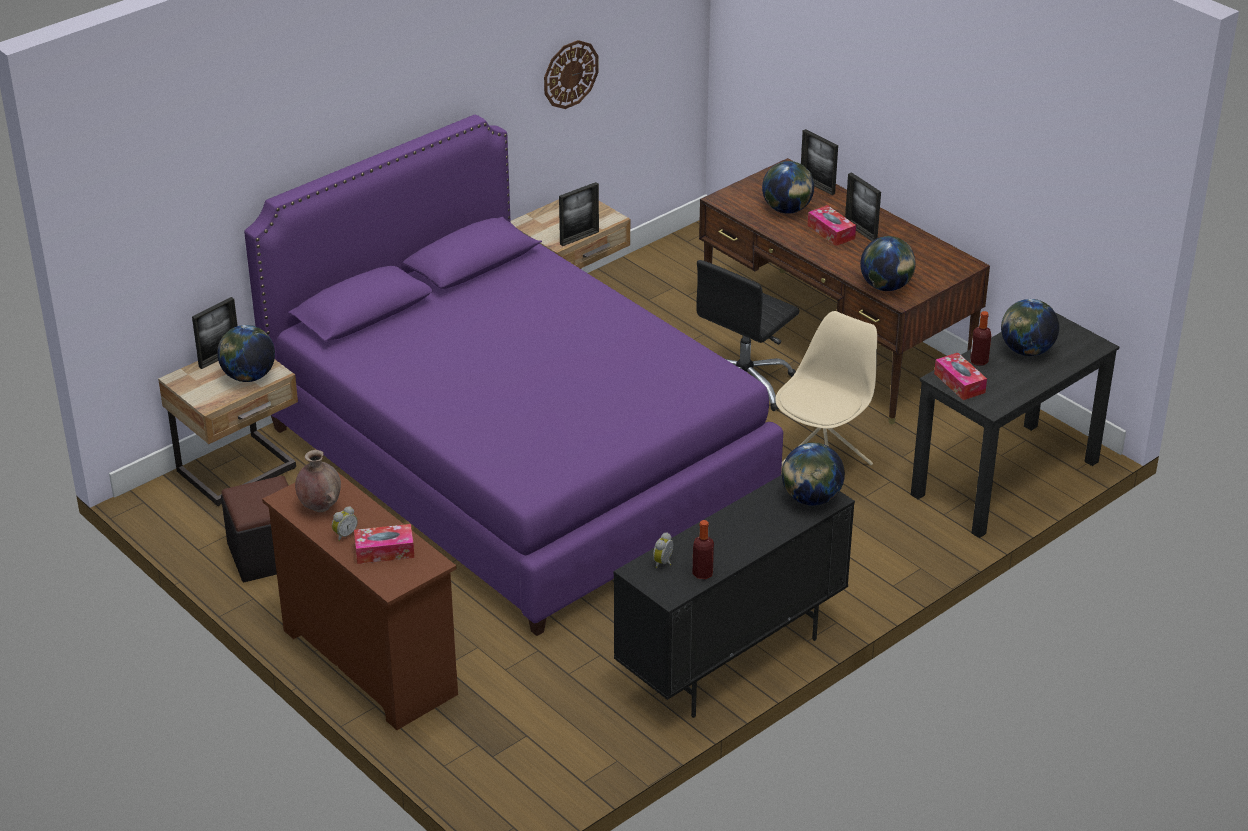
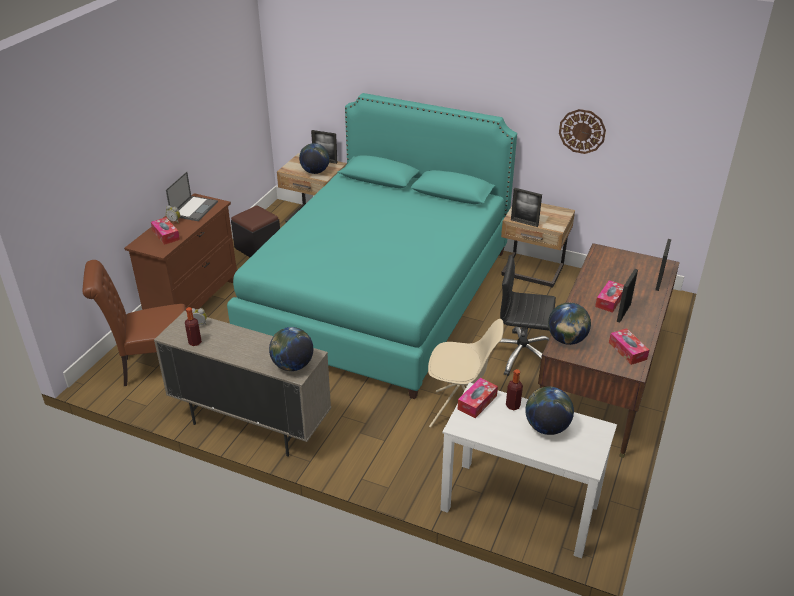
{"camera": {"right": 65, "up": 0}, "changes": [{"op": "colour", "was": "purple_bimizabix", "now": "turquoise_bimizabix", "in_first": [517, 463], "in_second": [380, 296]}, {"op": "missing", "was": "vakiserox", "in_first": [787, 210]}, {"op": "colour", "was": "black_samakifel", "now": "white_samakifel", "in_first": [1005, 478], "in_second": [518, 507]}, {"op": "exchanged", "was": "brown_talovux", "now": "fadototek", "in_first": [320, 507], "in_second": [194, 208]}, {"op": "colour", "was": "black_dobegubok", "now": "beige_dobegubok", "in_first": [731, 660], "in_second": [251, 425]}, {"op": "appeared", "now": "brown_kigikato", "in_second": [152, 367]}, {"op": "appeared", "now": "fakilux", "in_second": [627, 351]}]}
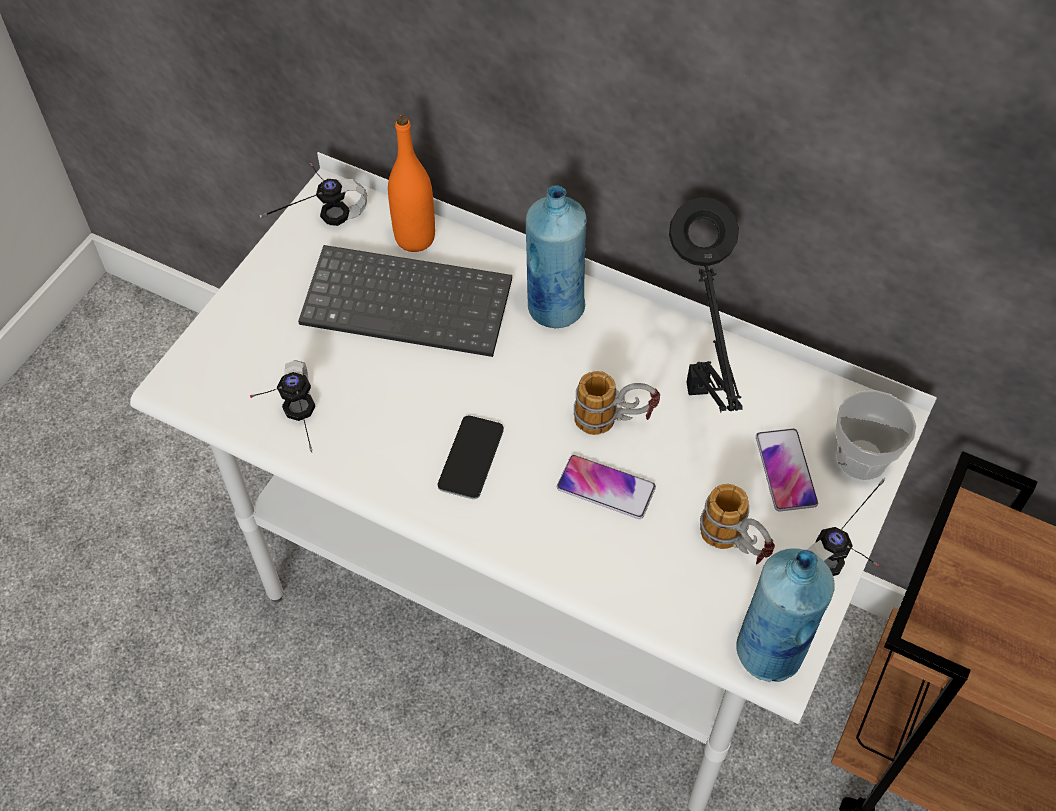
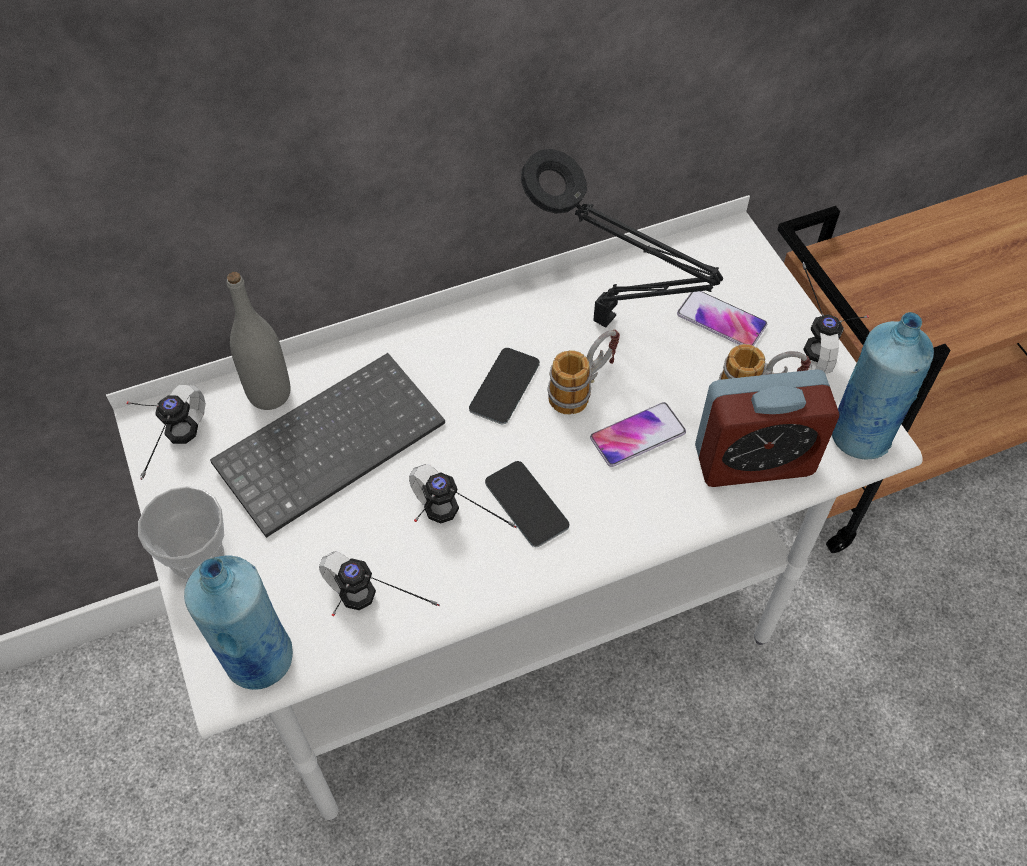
{"camera": {"right": -50, "up": 0}, "changes": [{"op": "colour", "was": "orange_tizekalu", "now": "grey_tizekalu", "in_first": [415, 238], "in_second": [269, 394]}, {"op": "relocated", "was": "blue_tizekalu", "in_first": [555, 308], "in_second": [258, 659]}, {"op": "relocated", "was": "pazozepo", "in_first": [861, 458], "in_second": [197, 556]}, {"op": "appeared", "now": "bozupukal", "in_second": [504, 386]}, {"op": "appeared", "now": "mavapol", "in_second": [753, 461]}, {"op": "appeared", "now": "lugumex", "in_second": [449, 533]}]}
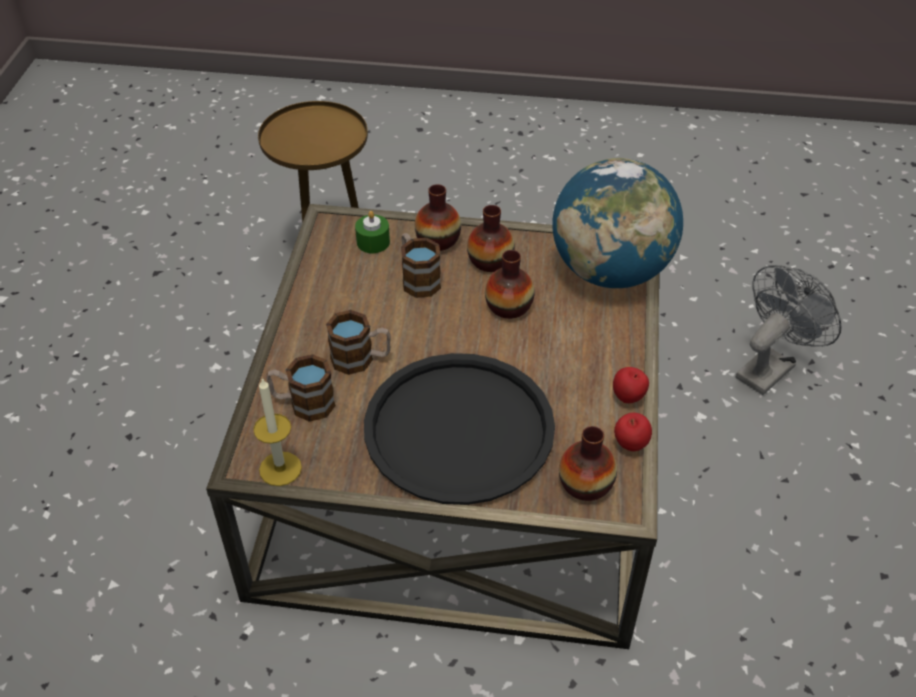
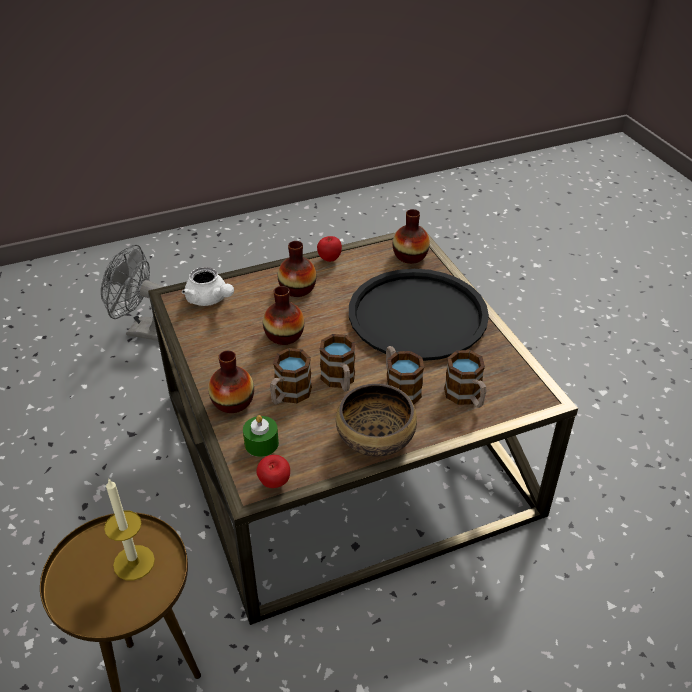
{"camera": {"right": -120, "up": -5}, "changes": [{"op": "exchanged", "was": "vakiserox", "now": "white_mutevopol", "in_first": [610, 271], "in_second": [209, 299]}, {"op": "relocated", "was": "talovux", "in_first": [490, 261], "in_second": [297, 289]}, {"op": "relocated", "was": "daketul", "in_first": [280, 468], "in_second": [134, 562]}, {"op": "relocated", "was": "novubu", "in_first": [630, 444], "in_second": [274, 484]}, {"op": "appeared", "now": "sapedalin", "in_second": [340, 381]}, {"op": "appeared", "now": "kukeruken", "in_second": [376, 437]}]}
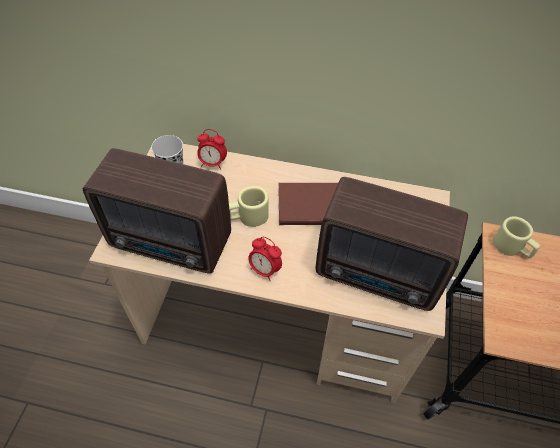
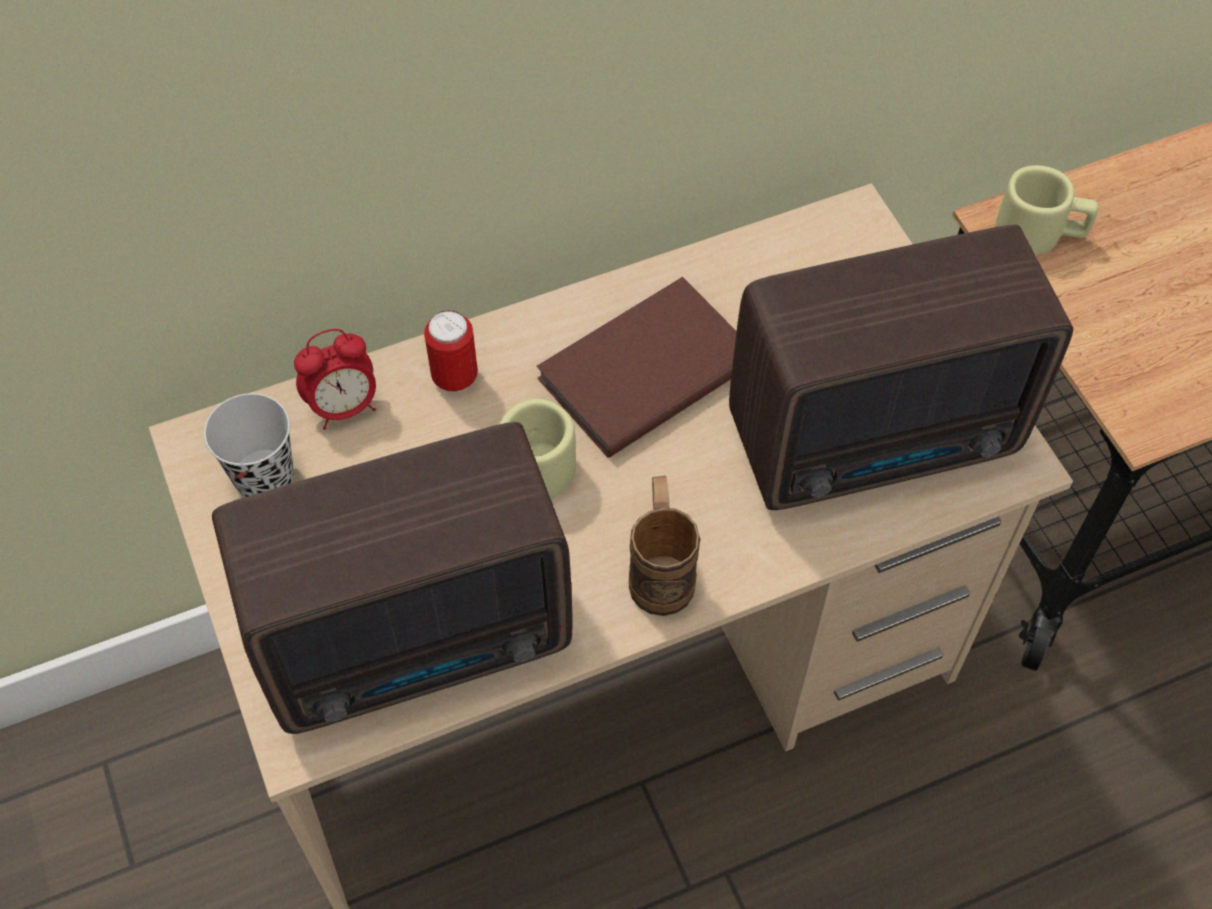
{"camera": {"right": -35, "up": 5}, "changes": [{"op": "exchanged", "was": "mavapol", "now": "brown_sapedalin", "in_first": [264, 270], "in_second": [661, 570]}, {"op": "appeared", "now": "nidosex", "in_second": [455, 377]}]}
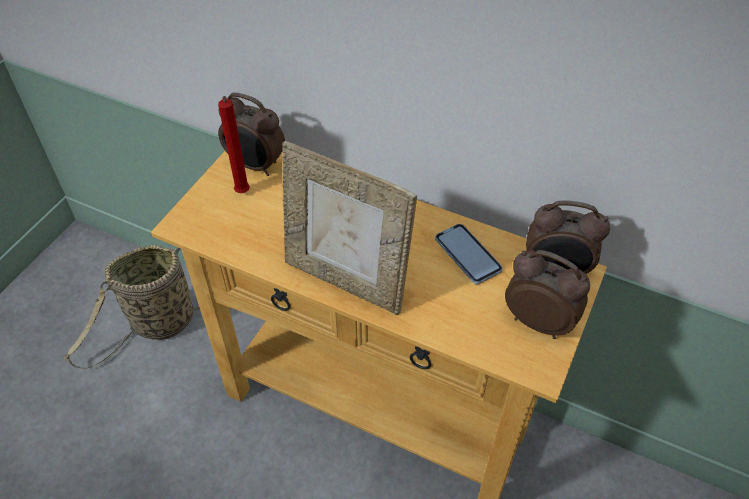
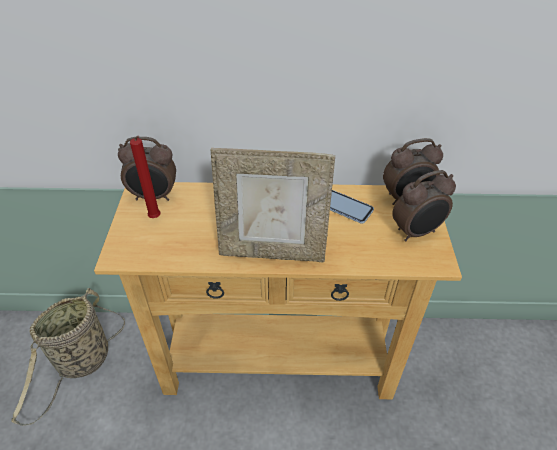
{"camera": {"right": -25, "up": -5}, "changes": [{"op": "spun", "was": "mavapol", "in_first": [538, 321], "in_second": [417, 232], "clockwise": 150}]}
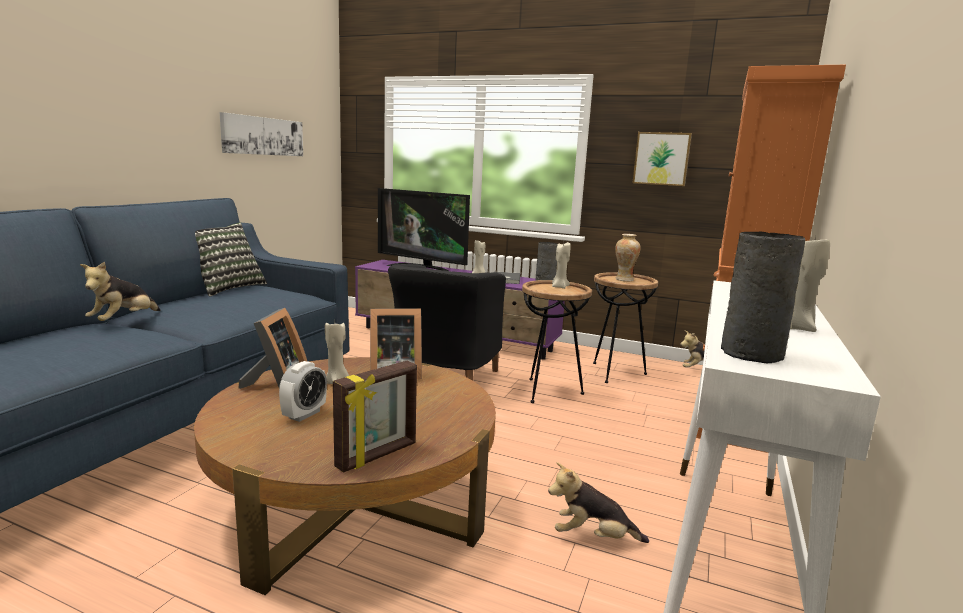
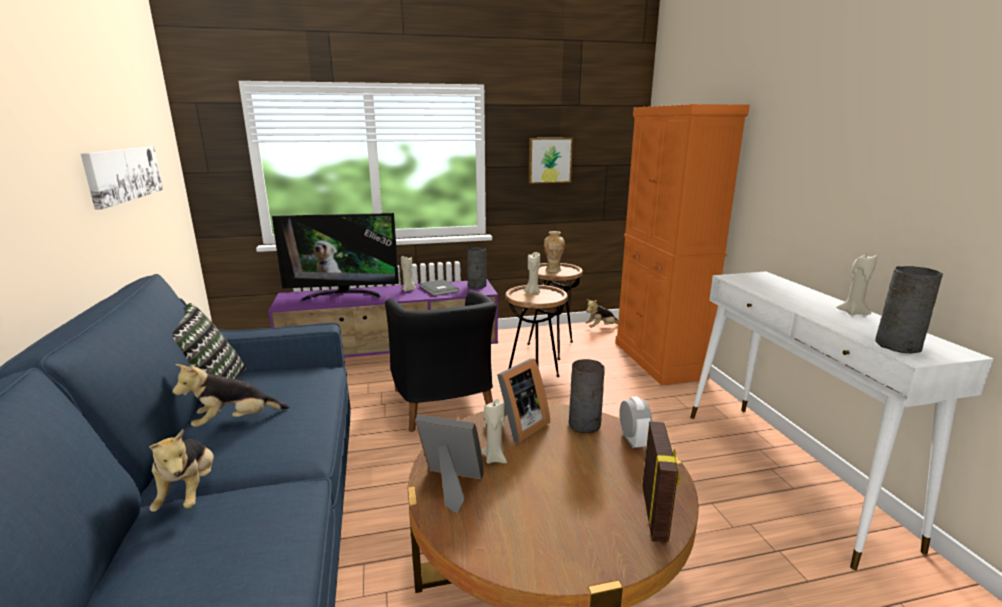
{"camera": {"right": -35, "up": 5}, "changes": [{"op": "spun", "was": "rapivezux", "in_first": [277, 384], "in_second": [451, 486], "clockwise": -45}, {"op": "relocated", "was": "mavapol", "in_first": [304, 414], "in_second": [633, 440]}, {"op": "relocated", "was": "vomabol", "in_first": [593, 537], "in_second": [235, 421]}, {"op": "appeared", "now": "grey_talovux", "in_second": [585, 425]}]}
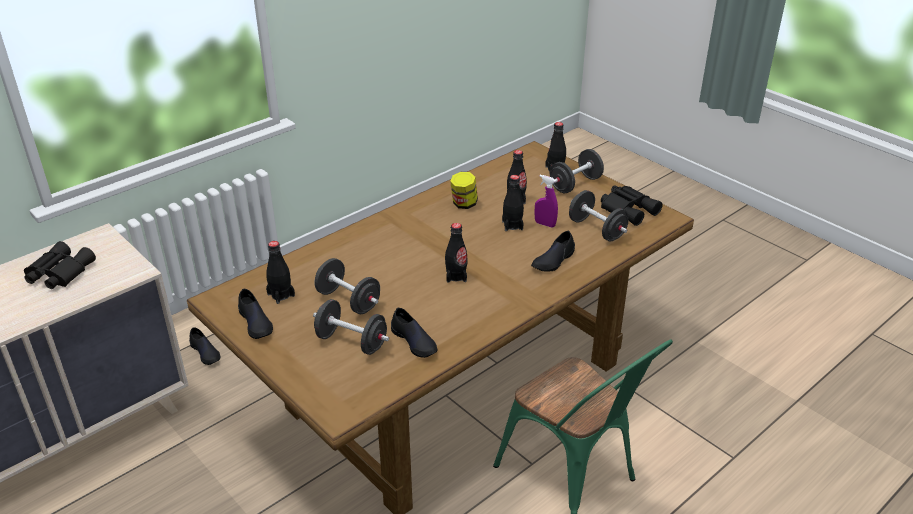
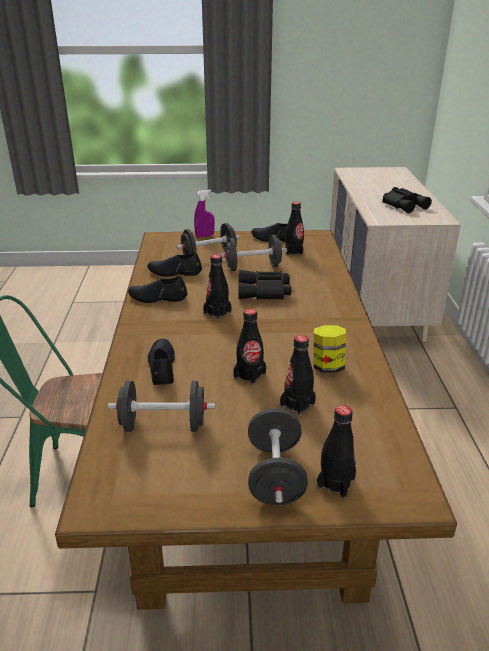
{"camera": {"right": 130, "up": -5}, "changes": [{"op": "relocated", "was": "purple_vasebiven", "in_first": [545, 224], "in_second": [204, 236]}, {"op": "relocated", "was": "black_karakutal", "in_first": [628, 209], "in_second": [264, 292]}, {"op": "relocated", "was": "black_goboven", "in_first": [205, 352], "in_second": [157, 297]}]}
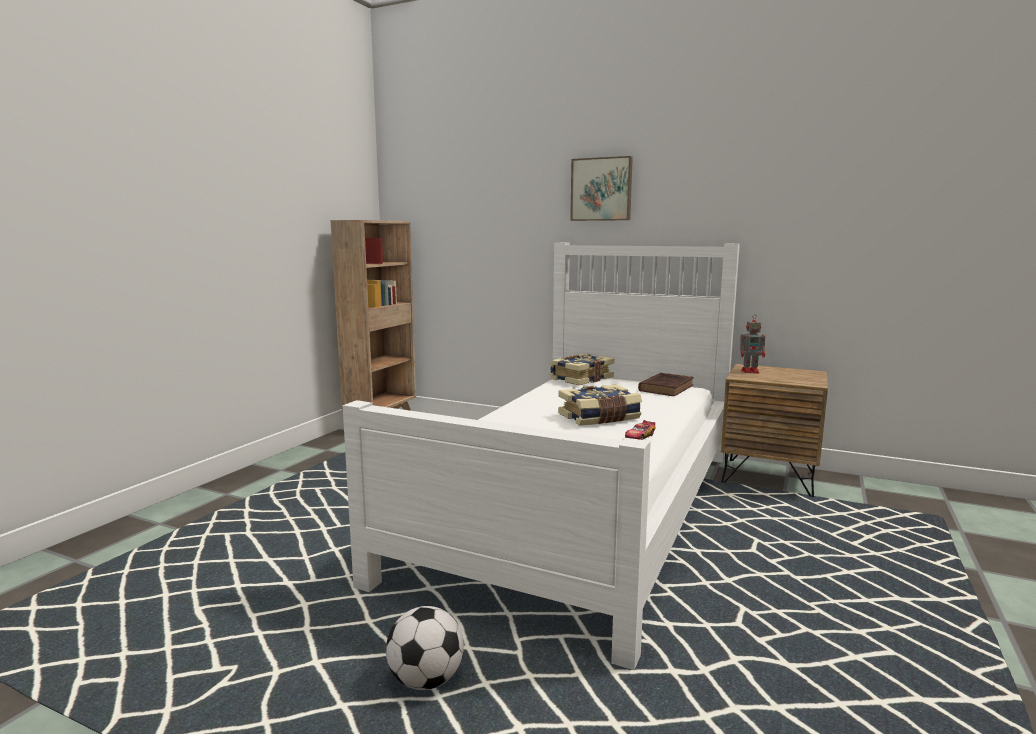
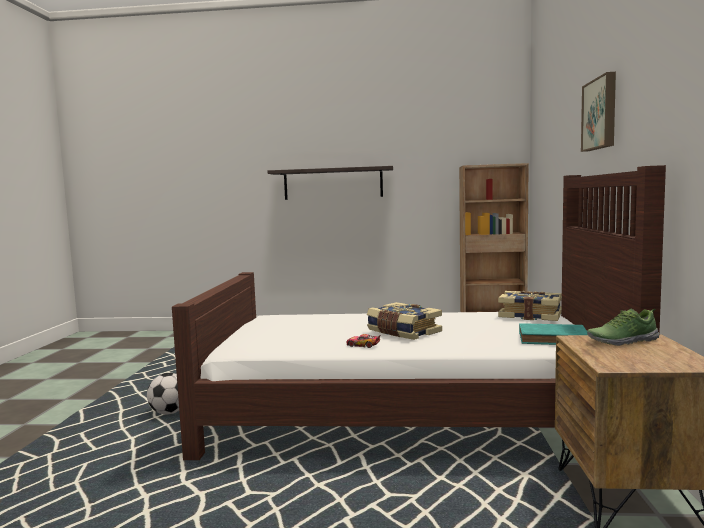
{"camera": {"right": 70, "up": -5}, "changes": [{"op": "colour", "was": "white_bimizabix", "now": "brown_bimizabix", "in_first": [581, 508], "in_second": [409, 415]}, {"op": "exchanged", "was": "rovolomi", "now": "goboven", "in_first": [751, 371], "in_second": [622, 341]}, {"op": "colour", "was": "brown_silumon", "now": "turquoise_silumon", "in_first": [667, 388], "in_second": [554, 339]}, {"op": "appeared", "now": "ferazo", "in_second": [333, 183]}]}
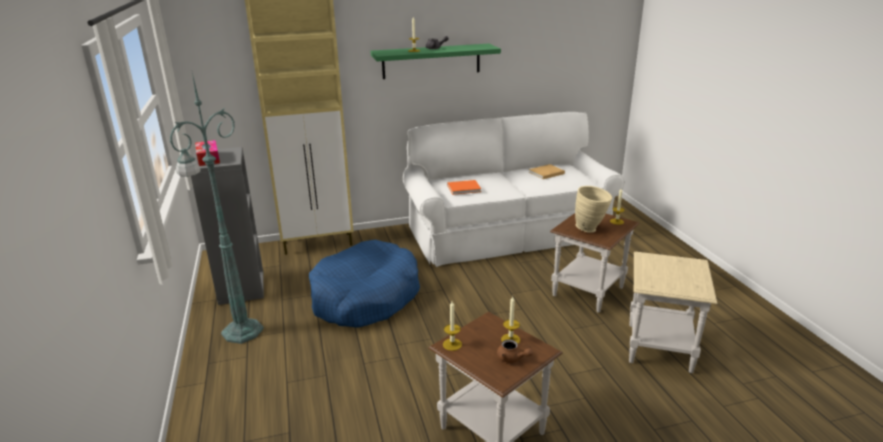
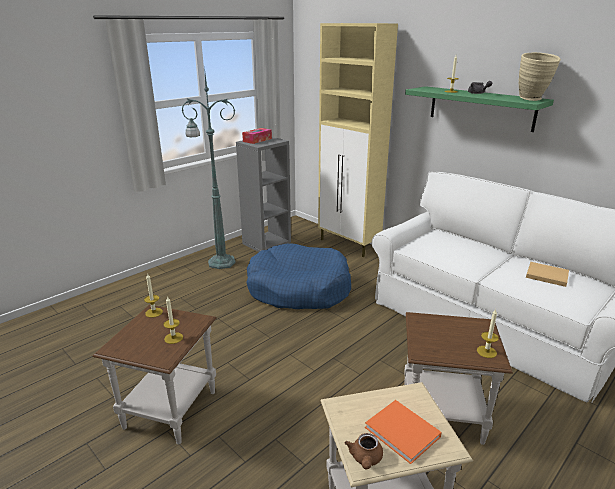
{"camera": {"right": 60, "up": 0}, "changes": [{"op": "relocated", "was": "orange_silumon", "in_first": [465, 188], "in_second": [404, 433]}, {"op": "relocated", "was": "beige_talovux", "in_first": [591, 229], "in_second": [532, 100]}, {"op": "relocated", "was": "brown_mutevopol", "in_first": [512, 358], "in_second": [365, 459]}]}
